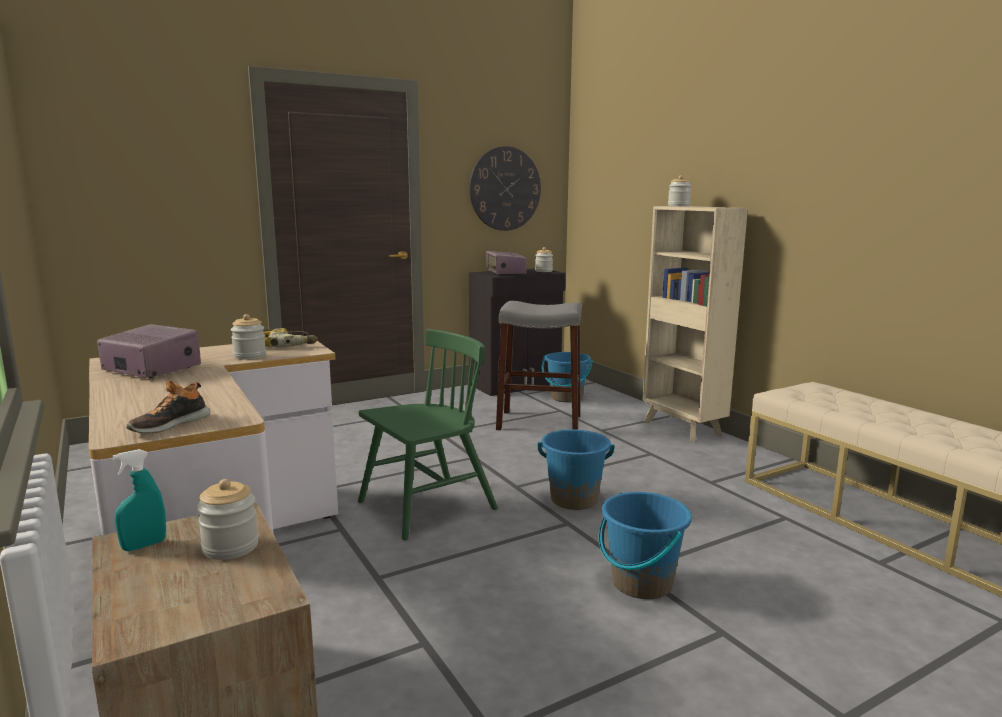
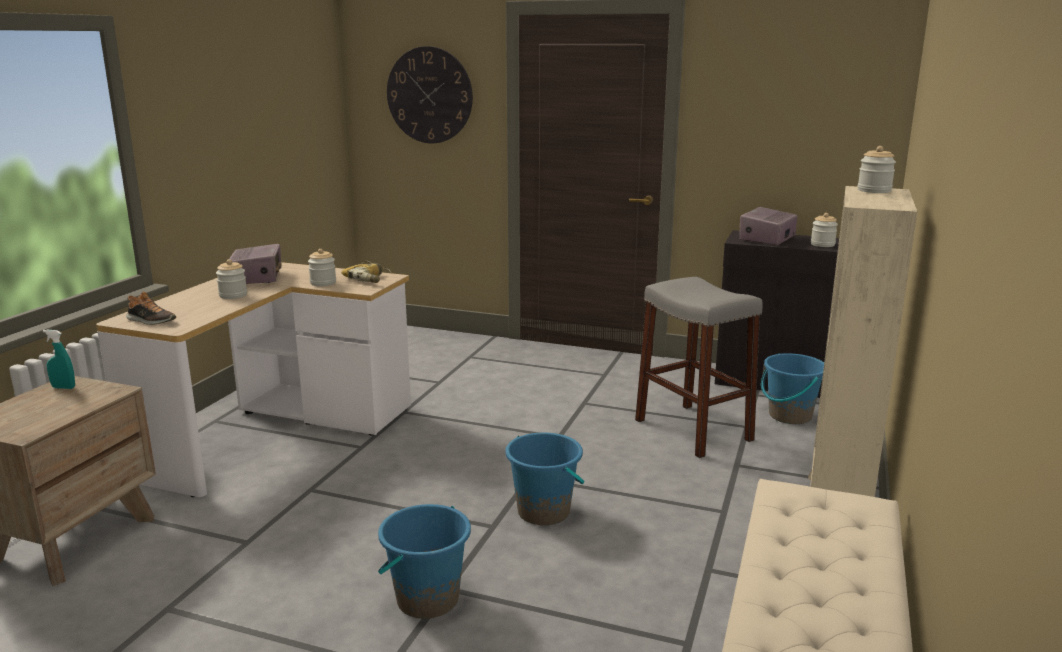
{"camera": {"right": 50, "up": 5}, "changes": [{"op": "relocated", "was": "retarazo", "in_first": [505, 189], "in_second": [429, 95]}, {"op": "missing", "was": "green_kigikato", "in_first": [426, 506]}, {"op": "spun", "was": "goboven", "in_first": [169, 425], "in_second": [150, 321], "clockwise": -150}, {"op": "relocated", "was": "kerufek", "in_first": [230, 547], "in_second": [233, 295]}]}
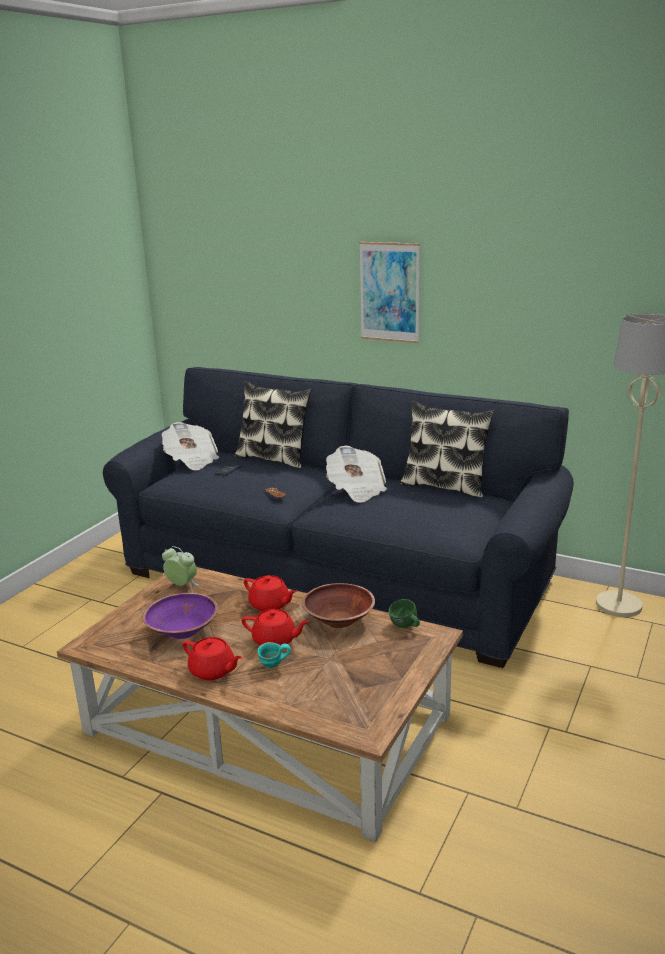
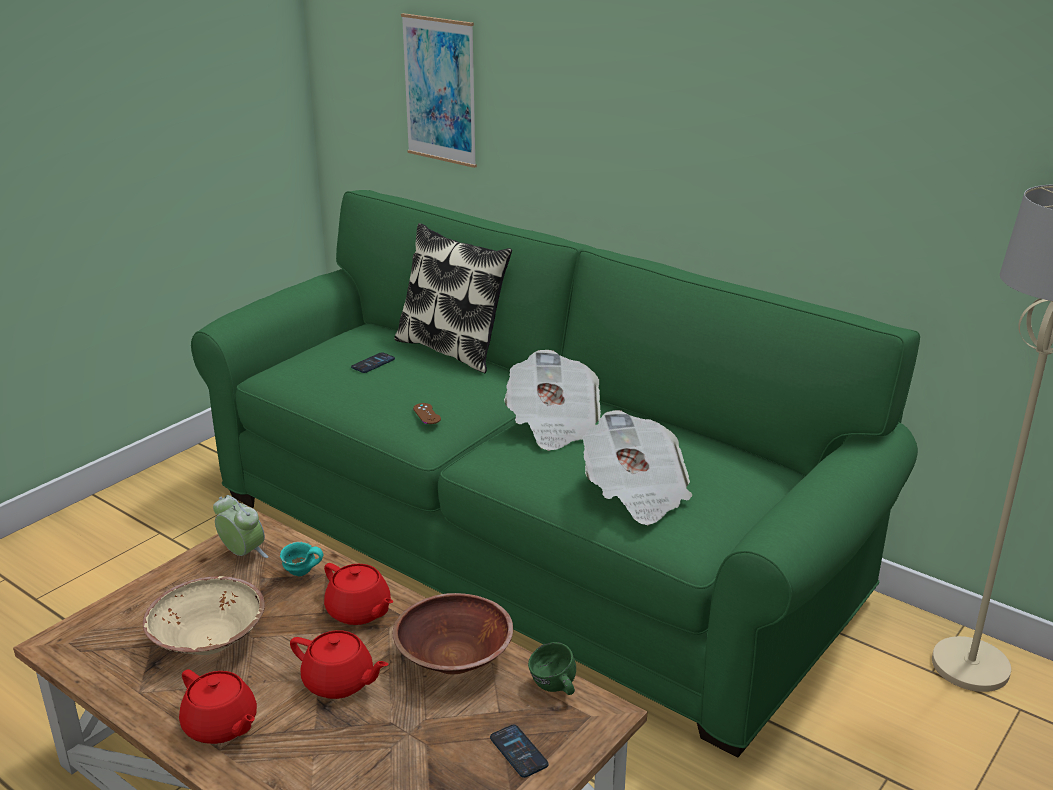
{"camera": {"right": 10, "up": 5}, "changes": [{"op": "relocated", "was": "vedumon", "in_first": [389, 292], "in_second": [440, 90]}, {"op": "colour", "was": "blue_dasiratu", "now": "green_dasiratu", "in_first": [336, 577], "in_second": [527, 546]}, {"op": "missing", "was": "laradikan", "in_first": [445, 486]}, {"op": "relocated", "was": "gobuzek", "in_first": [191, 460], "in_second": [635, 493]}, {"op": "colour", "was": "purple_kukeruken", "now": "beige_kukeruken", "in_first": [183, 631], "in_second": [209, 640]}, {"op": "relocated", "was": "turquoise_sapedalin", "in_first": [273, 666], "in_second": [302, 574]}, {"op": "appeared", "now": "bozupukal", "in_second": [518, 751]}]}
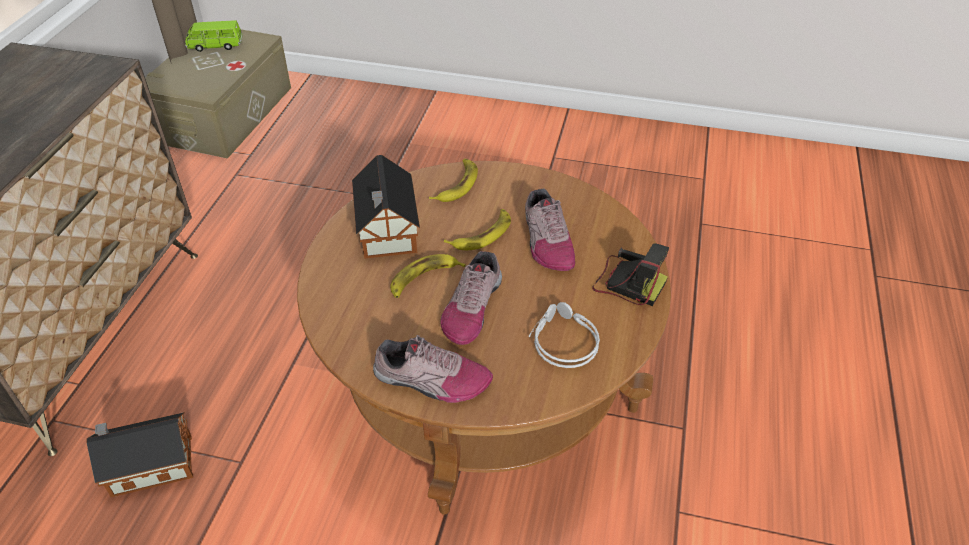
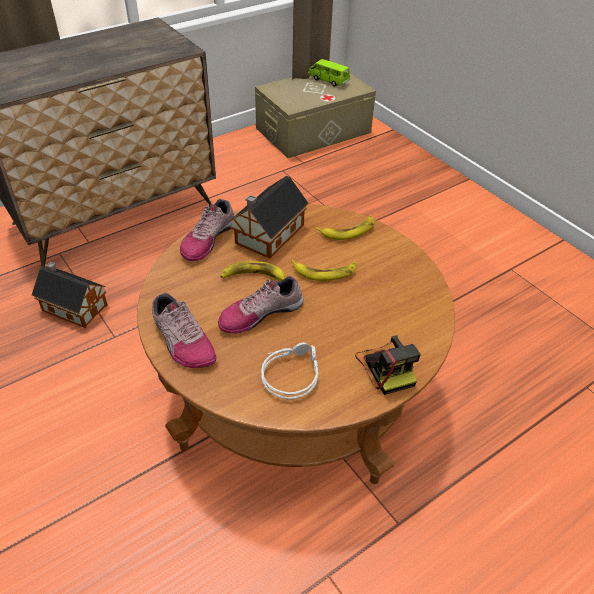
{"camera": {"right": 40, "up": 0}, "changes": [{"op": "relocated", "was": "goboven", "in_first": [546, 241], "in_second": [207, 239]}]}
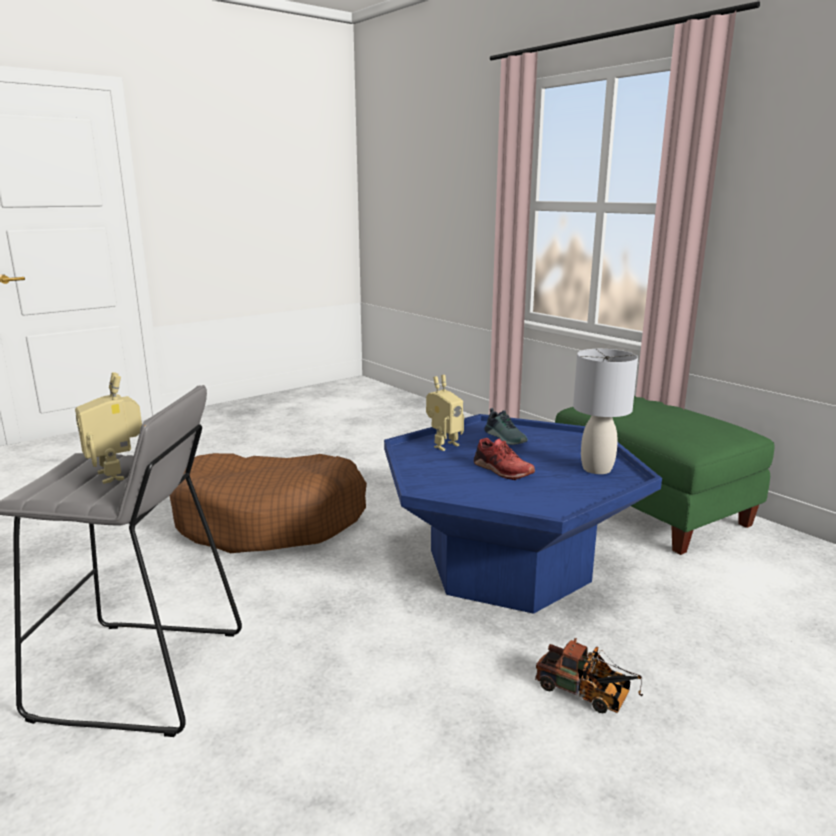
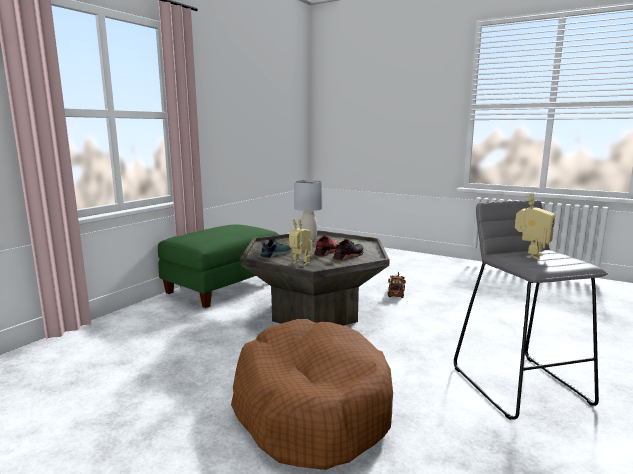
{"camera": {"right": -110, "up": -5}, "changes": [{"op": "colour", "was": "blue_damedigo", "now": "grey_damedigo", "in_first": [507, 565], "in_second": [315, 312]}, {"op": "appeared", "now": "black_goboven", "in_second": [349, 256]}]}
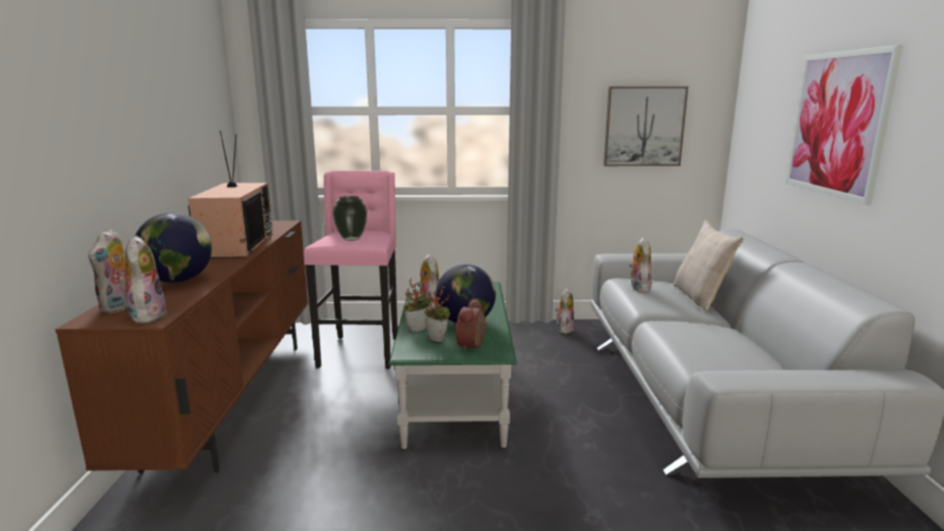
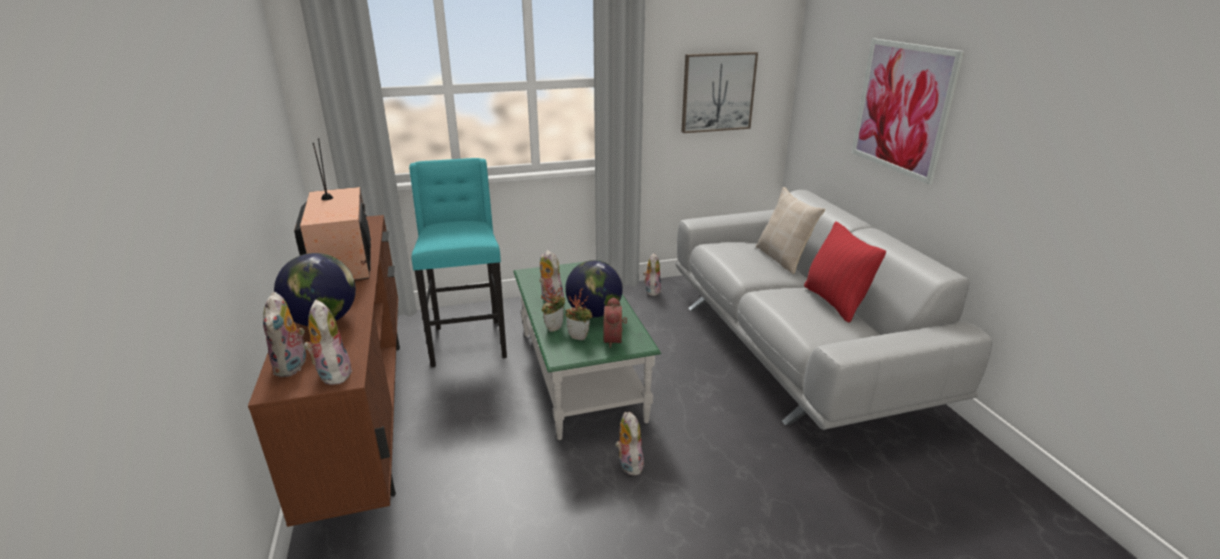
{"camera": {"right": -15, "up": 10}, "changes": [{"op": "colour", "was": "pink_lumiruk", "now": "turquoise_lumiruk", "in_first": [361, 351], "in_second": [468, 342]}, {"op": "missing", "was": "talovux", "in_first": [352, 239]}, {"op": "relocated", "was": "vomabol", "in_first": [638, 288], "in_second": [628, 464]}, {"op": "appeared", "now": "red_laradikan", "in_second": [834, 302]}]}
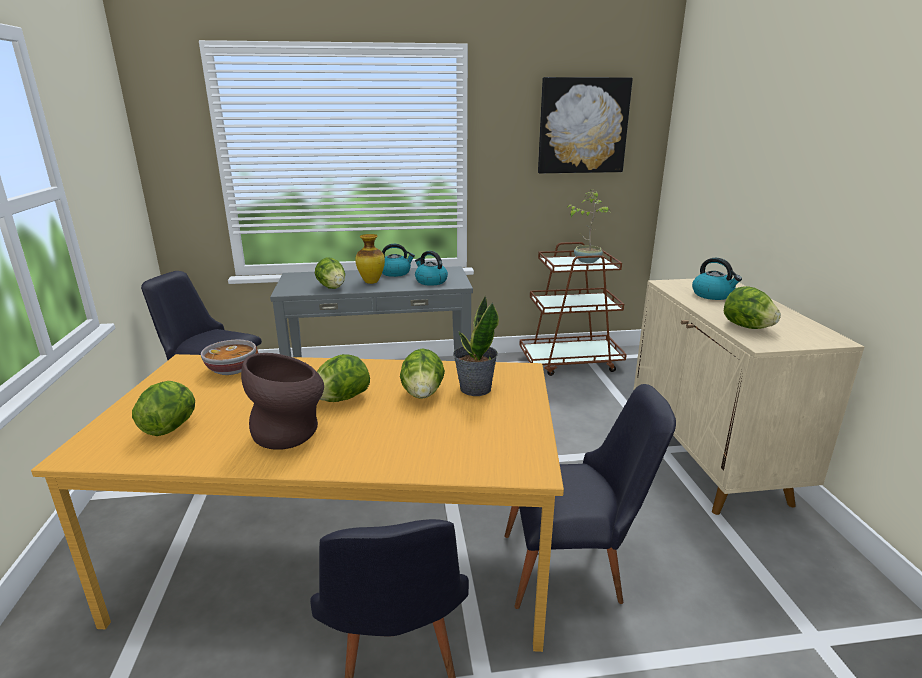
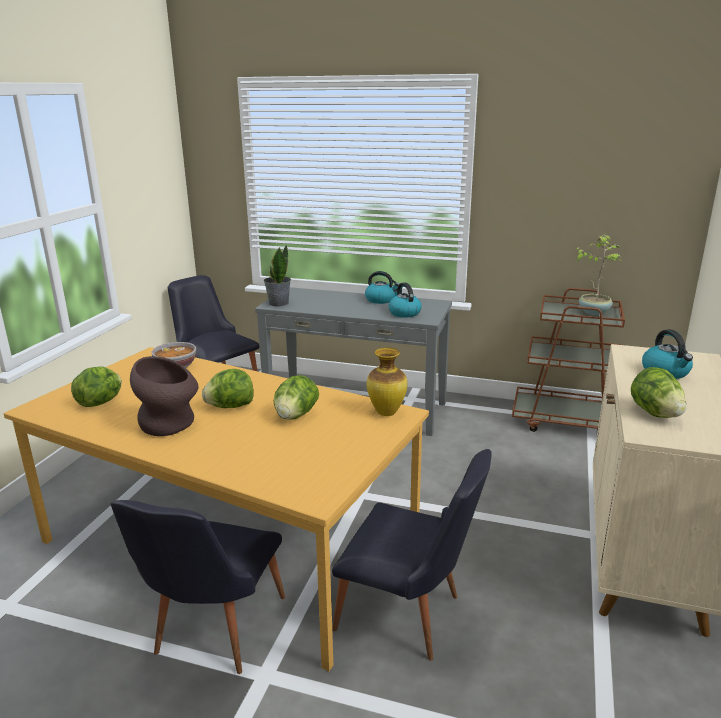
{"camera": {"right": 25, "up": 0}, "changes": [{"op": "missing", "was": "vedumon", "in_first": [583, 126]}, {"op": "relocated", "was": "talovux", "in_first": [371, 282], "in_second": [386, 413]}, {"op": "missing", "was": "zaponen", "in_first": [332, 287]}, {"op": "relocated", "was": "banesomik", "in_first": [475, 389], "in_second": [278, 303]}]}
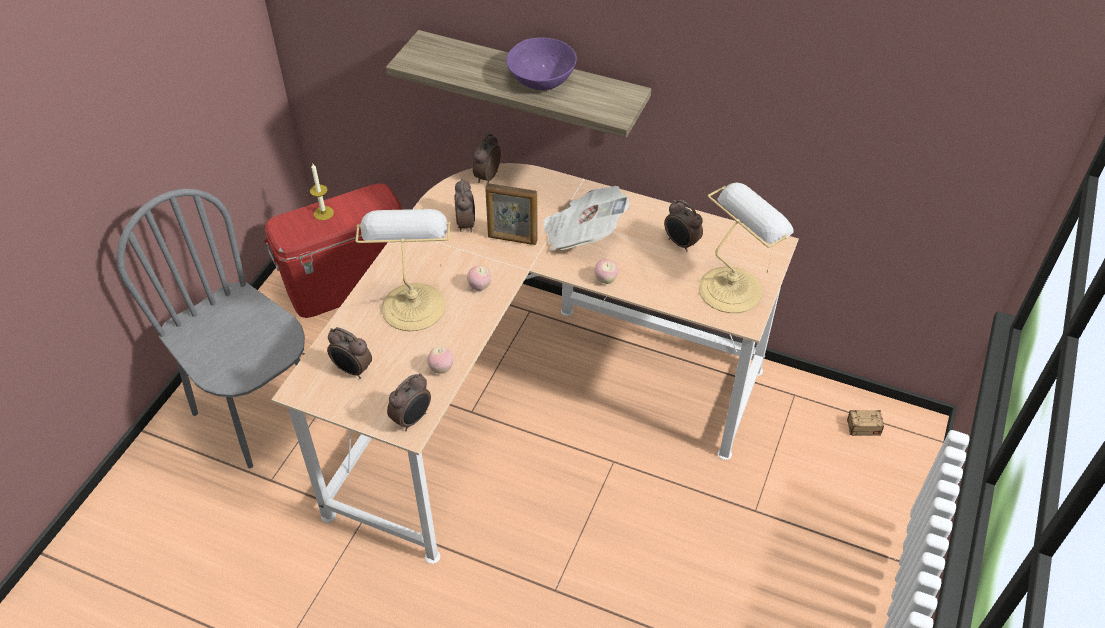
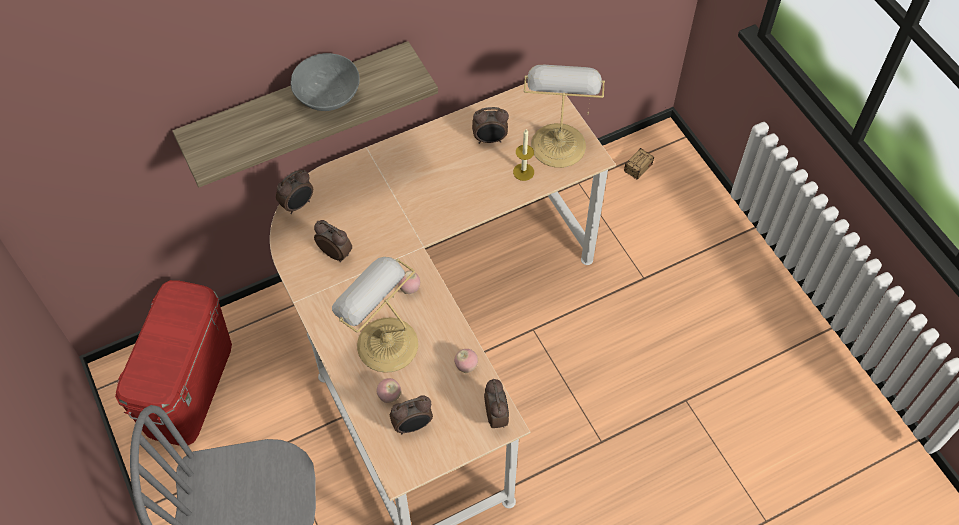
{"camera": {"right": -50, "up": 10}, "changes": [{"op": "colour", "was": "purple_kukeruken", "now": "grey_kukeruken", "in_first": [542, 80], "in_second": [328, 96]}, {"op": "spun", "was": "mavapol", "in_first": [486, 177], "in_second": [298, 205], "clockwise": -105}, {"op": "relocated", "was": "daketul", "in_first": [323, 213], "in_second": [523, 172]}, {"op": "missing", "was": "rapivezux", "in_first": [512, 239]}, {"op": "missing", "was": "gobuzek", "in_first": [582, 234]}, {"op": "relocated", "was": "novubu", "in_first": [605, 280], "in_second": [389, 396]}]}
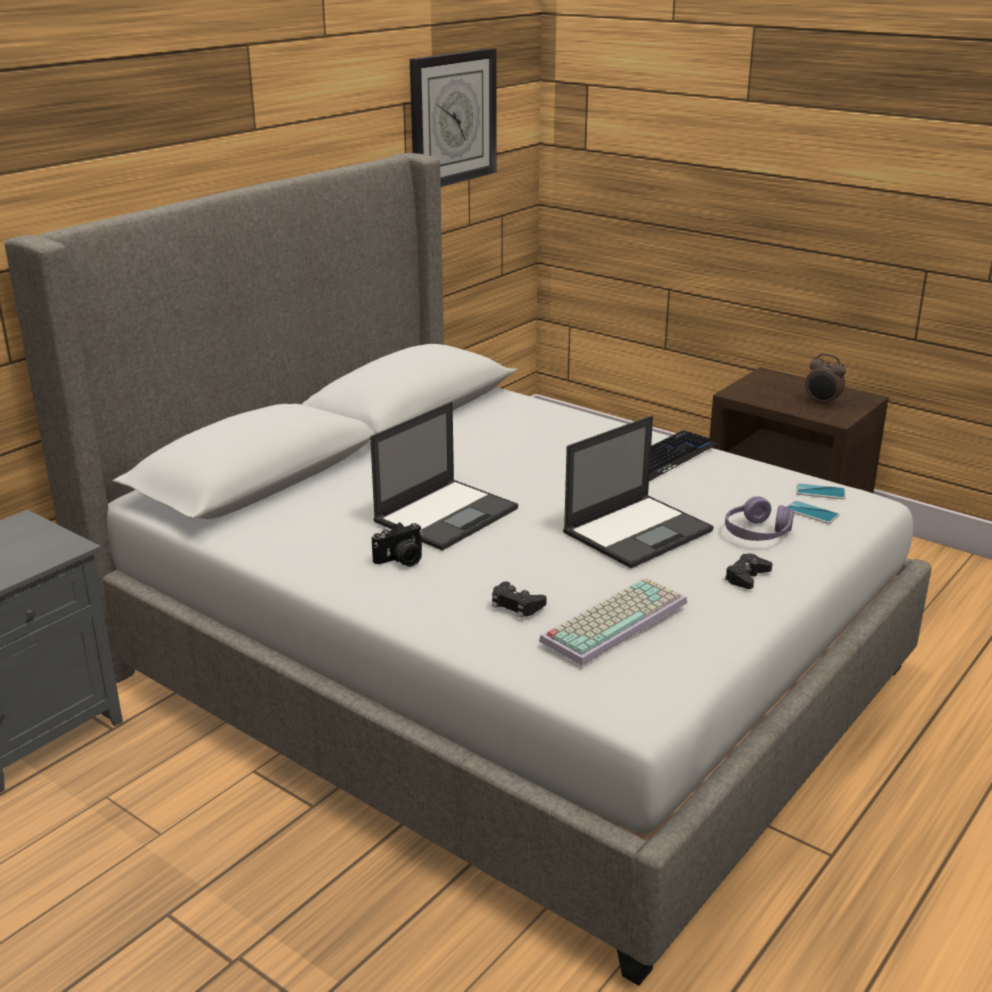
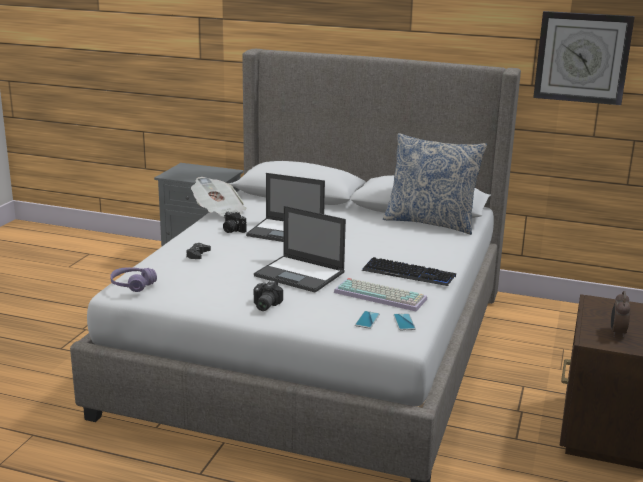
{"camera": {"right": 70, "up": -5}, "changes": [{"op": "relocated", "was": "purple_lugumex", "in_first": [757, 533], "in_second": [132, 285]}, {"op": "exchanged", "was": "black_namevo", "now": "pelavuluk", "in_first": [747, 577], "in_second": [264, 305]}, {"op": "relocated", "was": "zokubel", "in_first": [614, 619], "in_second": [382, 295]}, {"op": "appeared", "now": "laradikan", "in_second": [430, 222]}, {"op": "appeared", "now": "gobuzek", "in_second": [219, 212]}]}
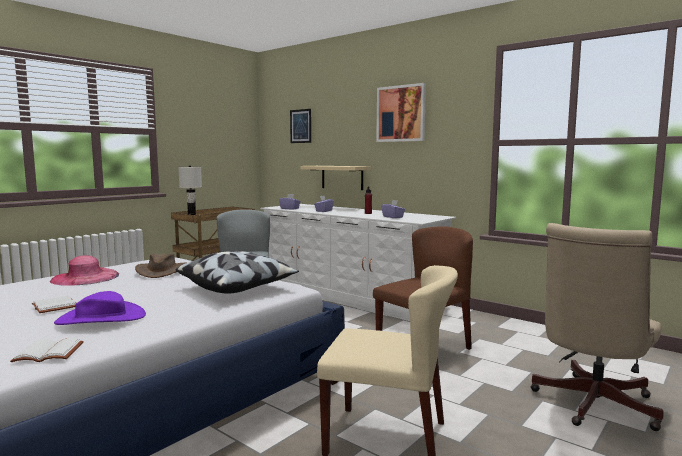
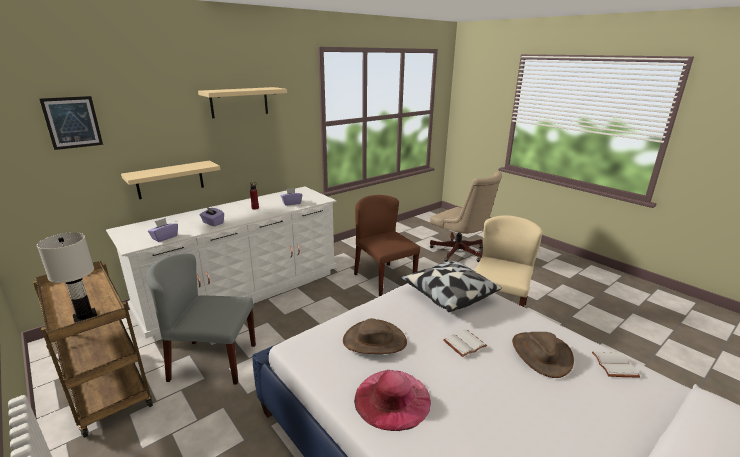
{"camera": {"right": -80, "up": 15}, "changes": [{"op": "exchanged", "was": "vedumon", "now": "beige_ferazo", "in_first": [401, 113], "in_second": [239, 102]}, {"op": "colour", "was": "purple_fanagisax", "now": "brown_fanagisax", "in_first": [101, 318], "in_second": [541, 354]}, {"op": "relocated", "was": "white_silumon", "in_first": [56, 306], "in_second": [464, 343]}]}
